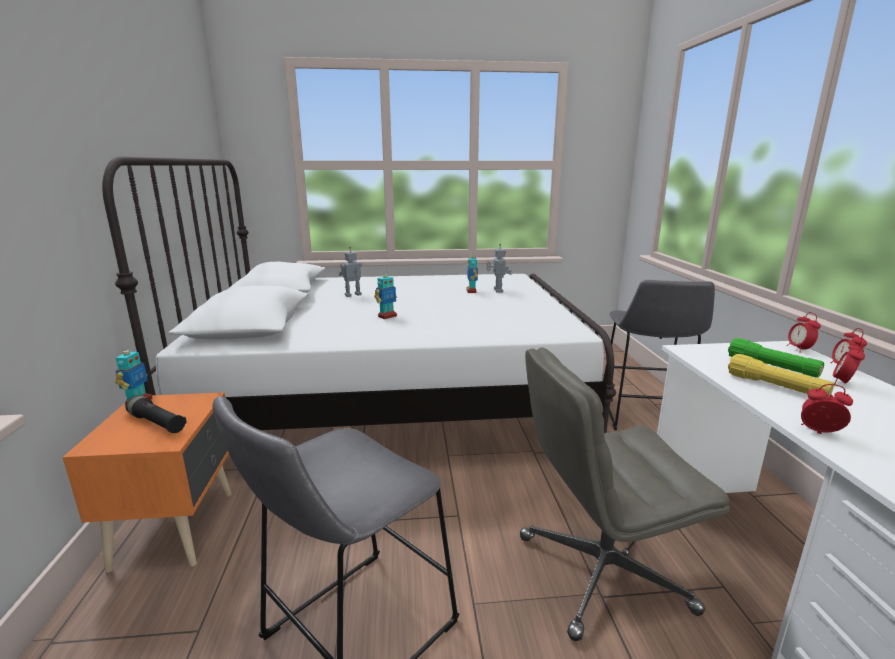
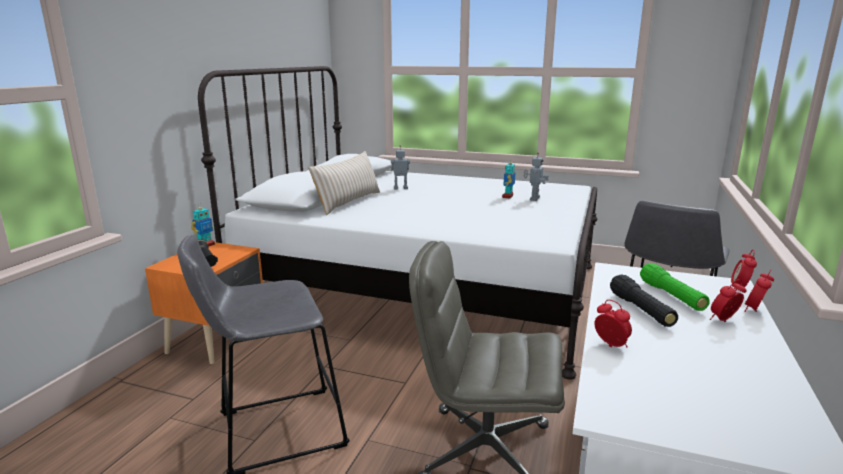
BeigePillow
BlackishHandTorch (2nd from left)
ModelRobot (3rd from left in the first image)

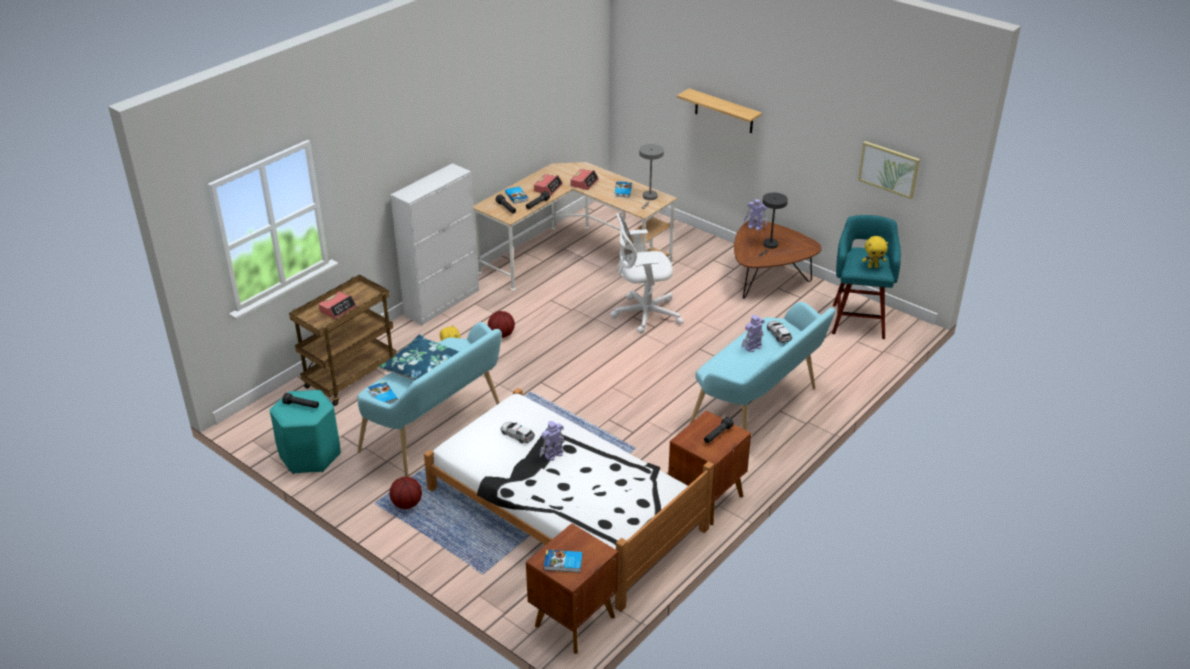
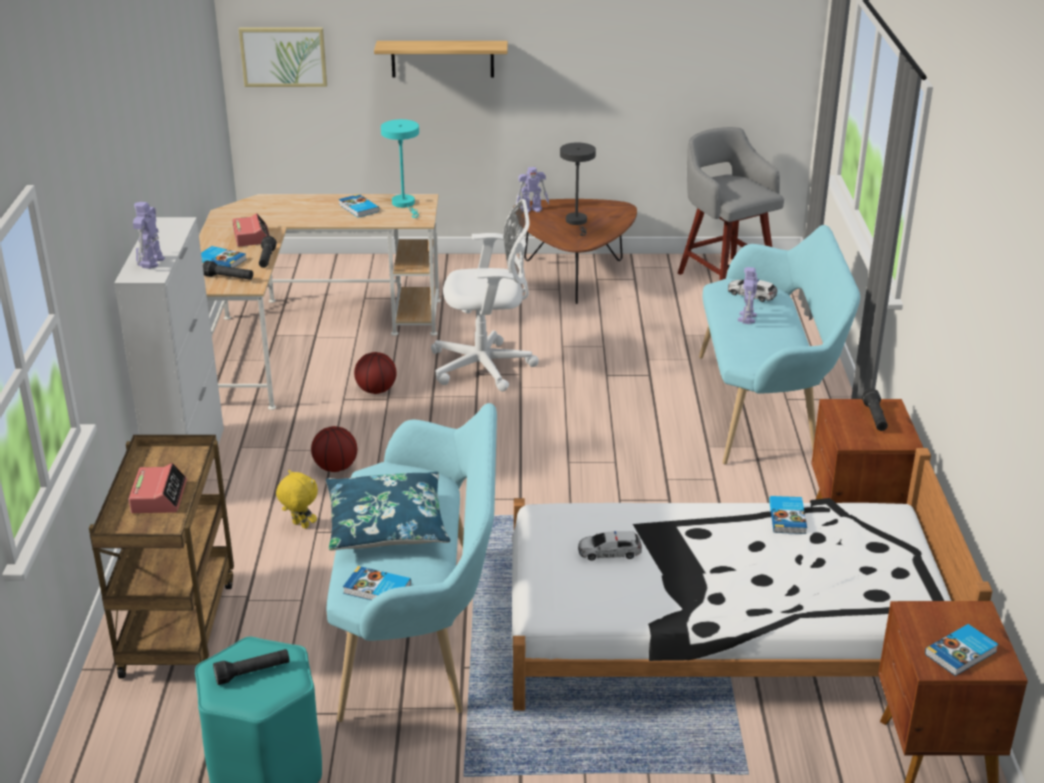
ModelRobot (1st from left)
WallPicture
Basketball (2nd from left)
BlueGreenTabletopLamp
WhiteDeskChair
GrayStoolSeat
Volume (4th from left)
BedsideClock (3rd from left in the first image)
YellowCuddlyToy (2nd from left in the first image)

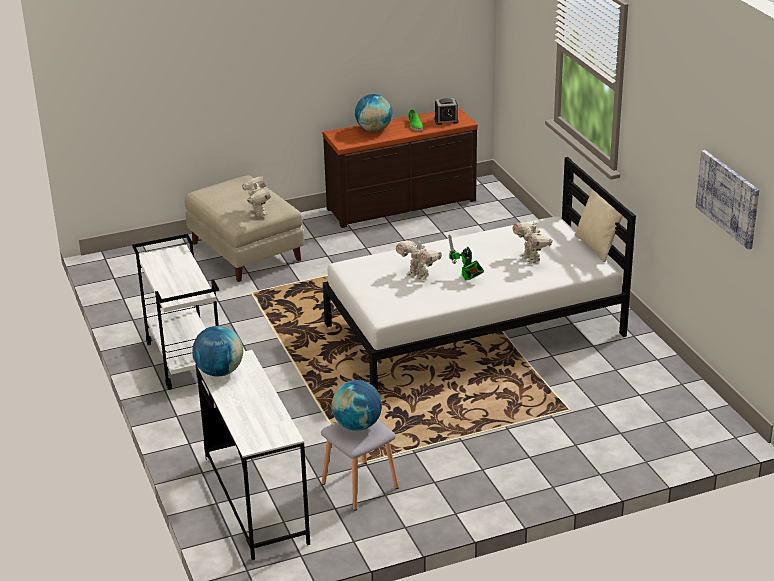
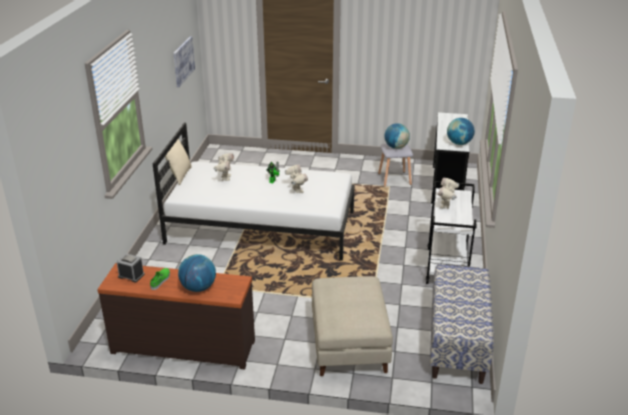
Bench
ModelRobot (4th from left)

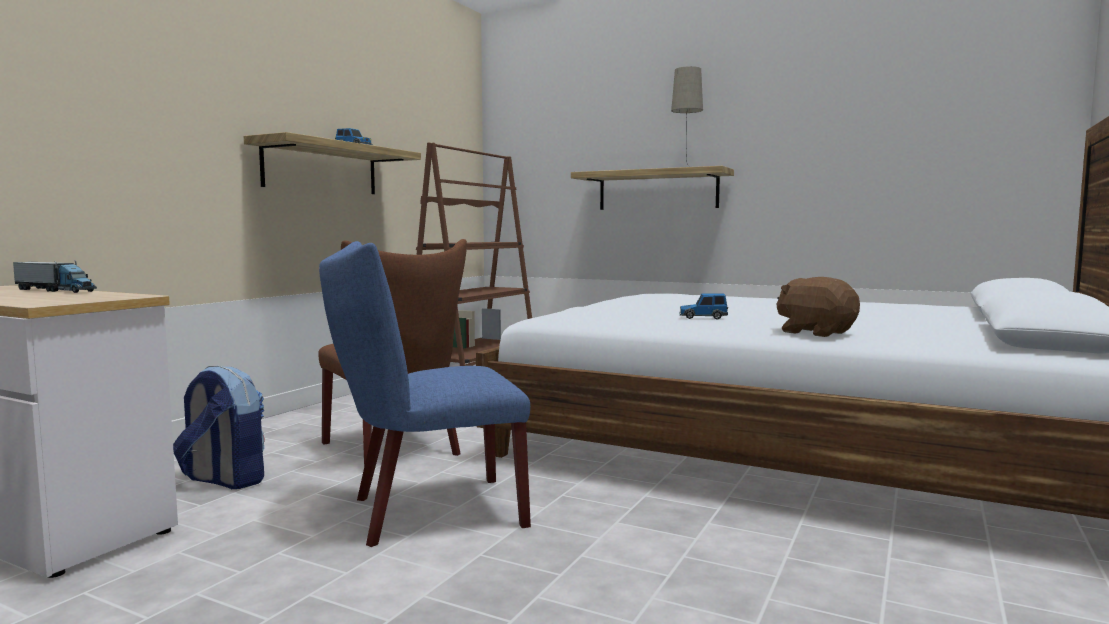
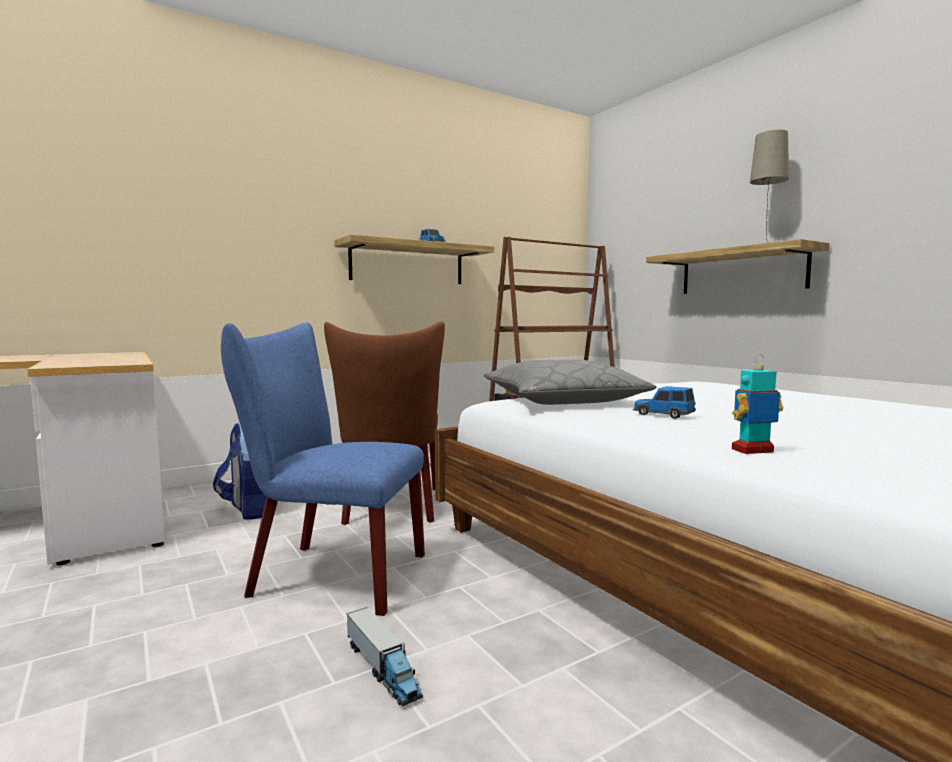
ToyTruck
GrayPillow
ModelRobot

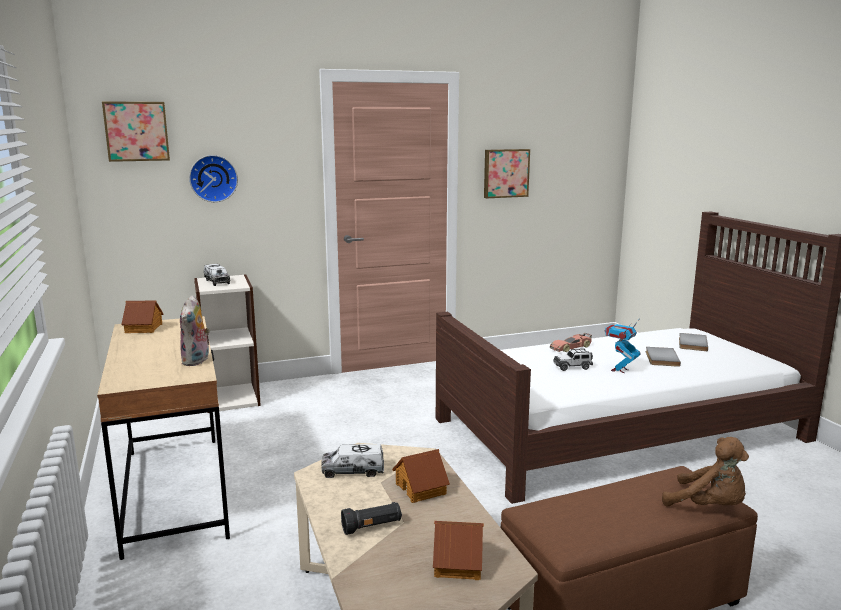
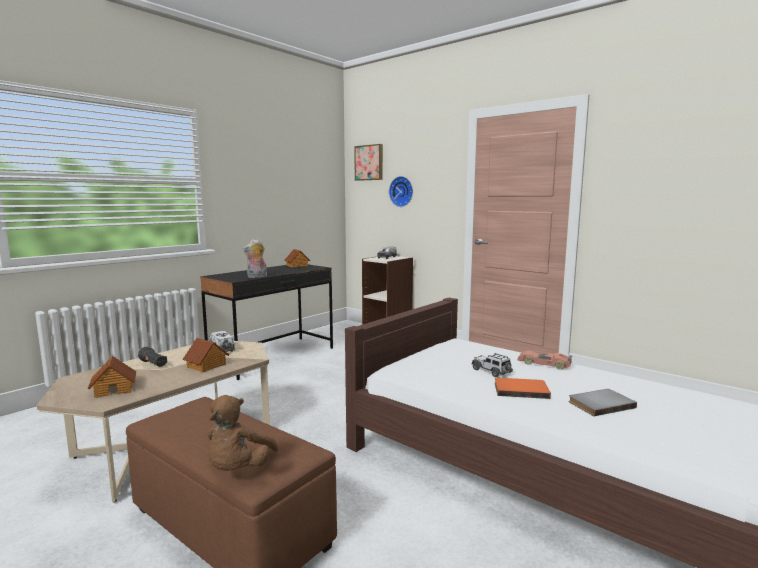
BlackishDesk
OrangeyVolume
WallPicture (2nd from left in the first image)
GrayVolume (2nd from left in the first image)

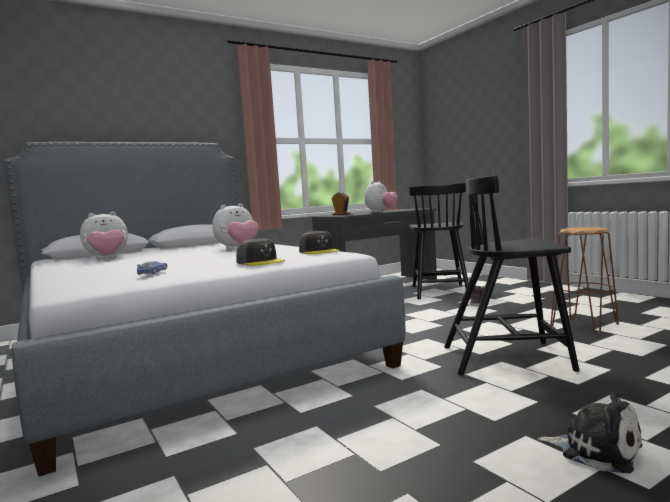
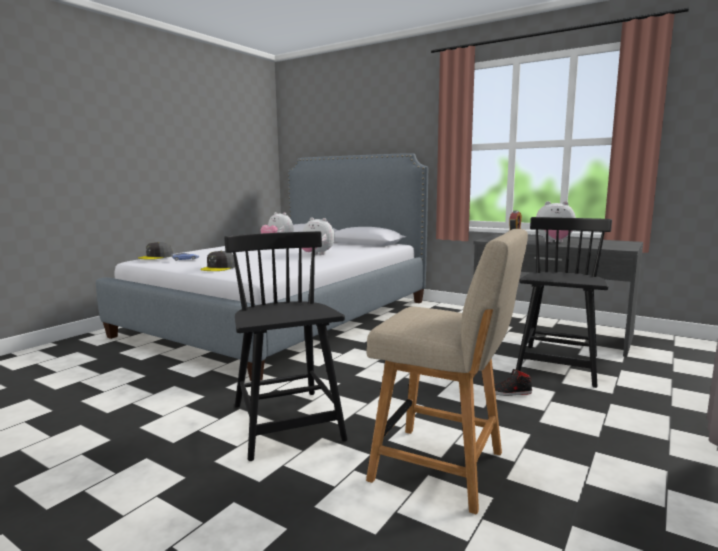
GrayBaseballCap (1st from left)
BeigePlainChair
BlackishPlainChair (2nd from left)
CuddlyToy (4th from left in the first image)

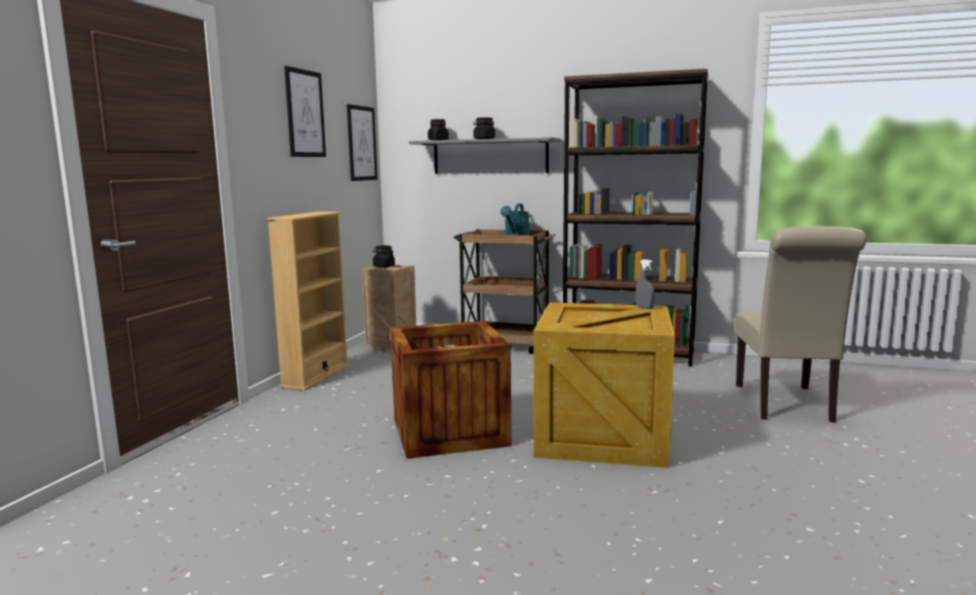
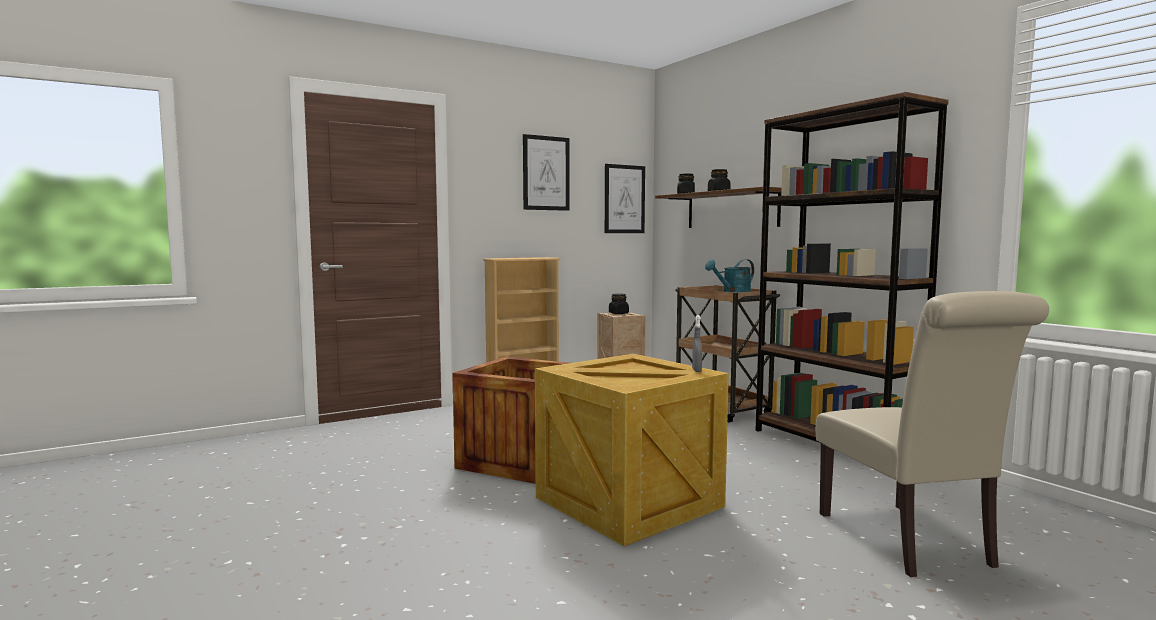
BrownColouredShelf
BeigePlainChair

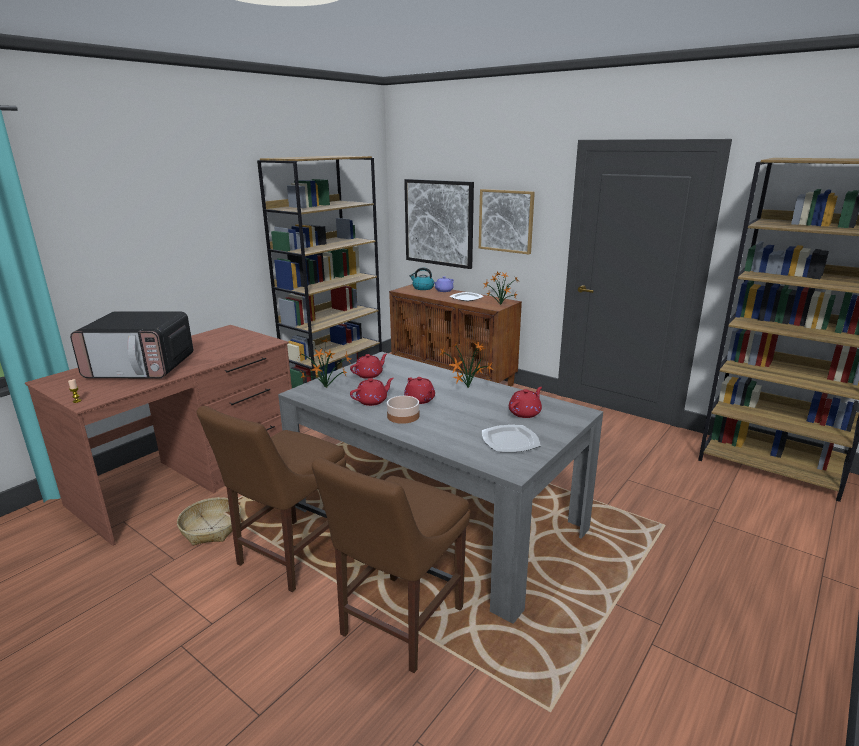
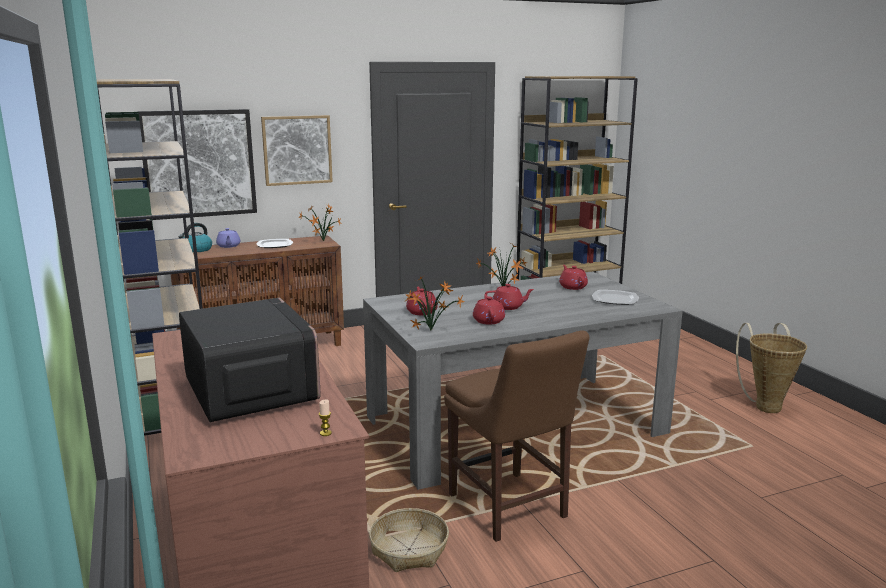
MicrowaveOven
HouseholdBasket (2nd from left)
BrownColouredPlainChair (2nd from left in the first image)
Bowl

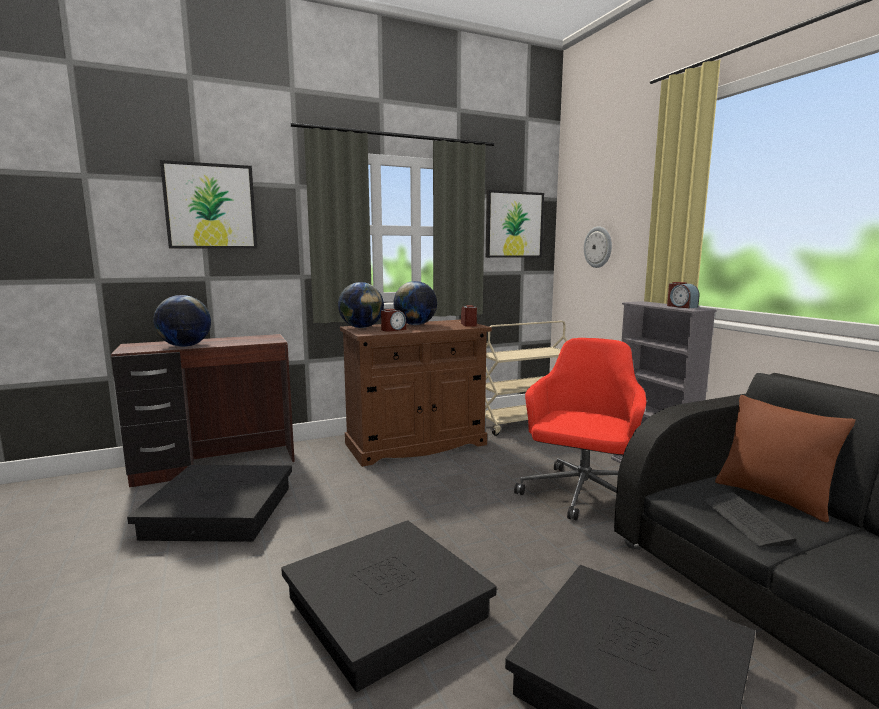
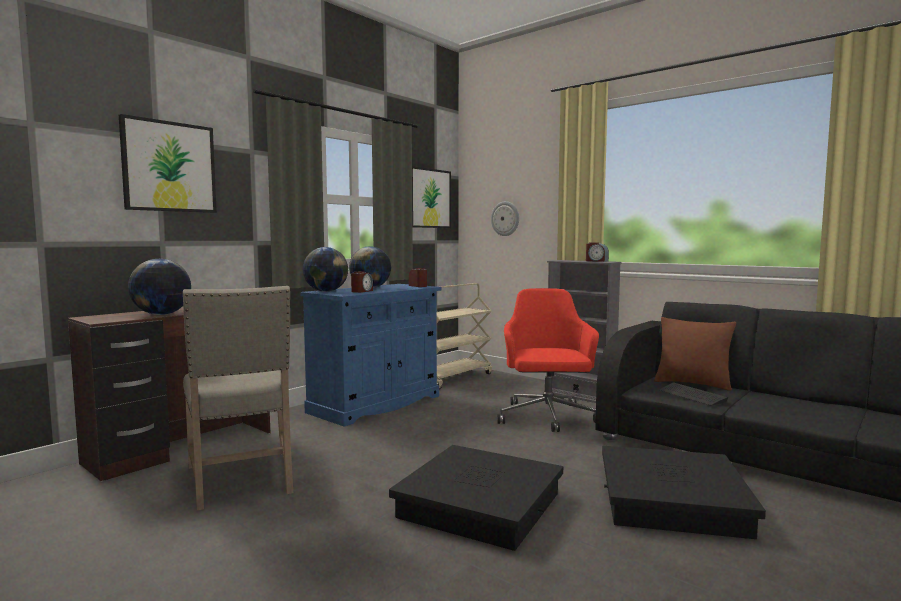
BeigePlainChair
BluishCupboard

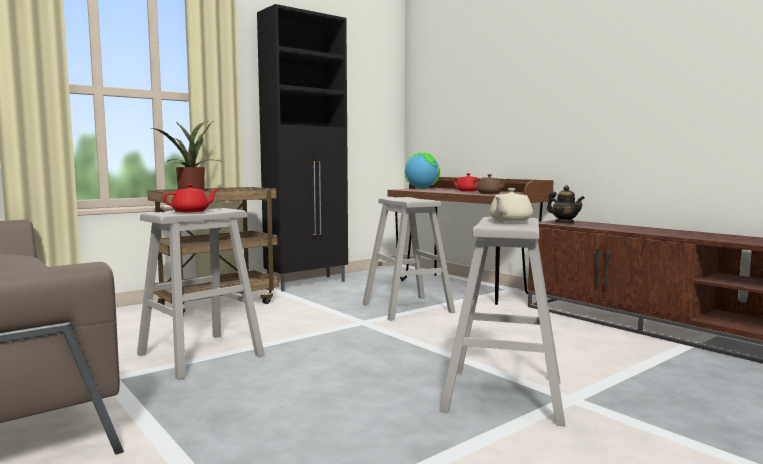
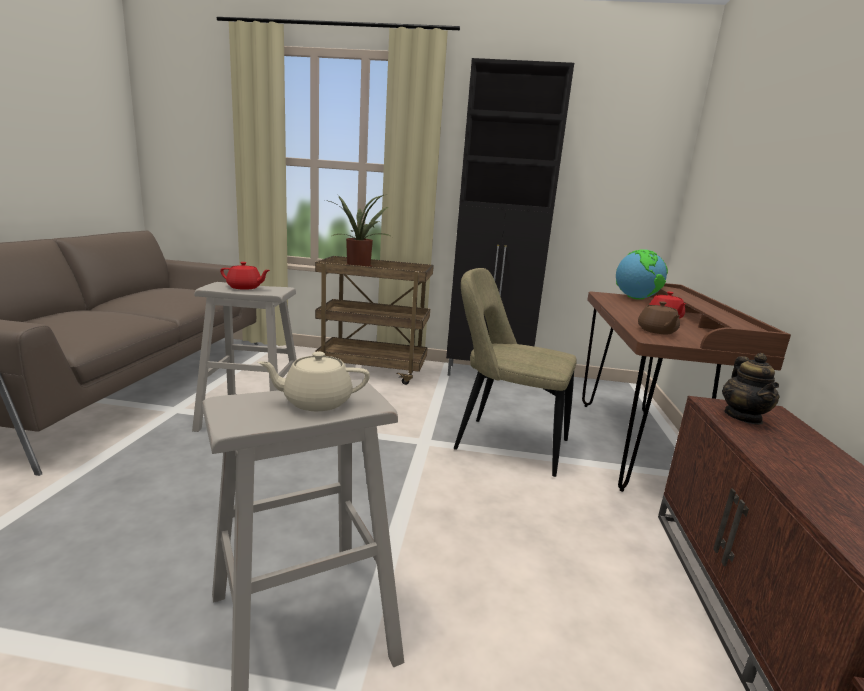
BeigePlainChair

